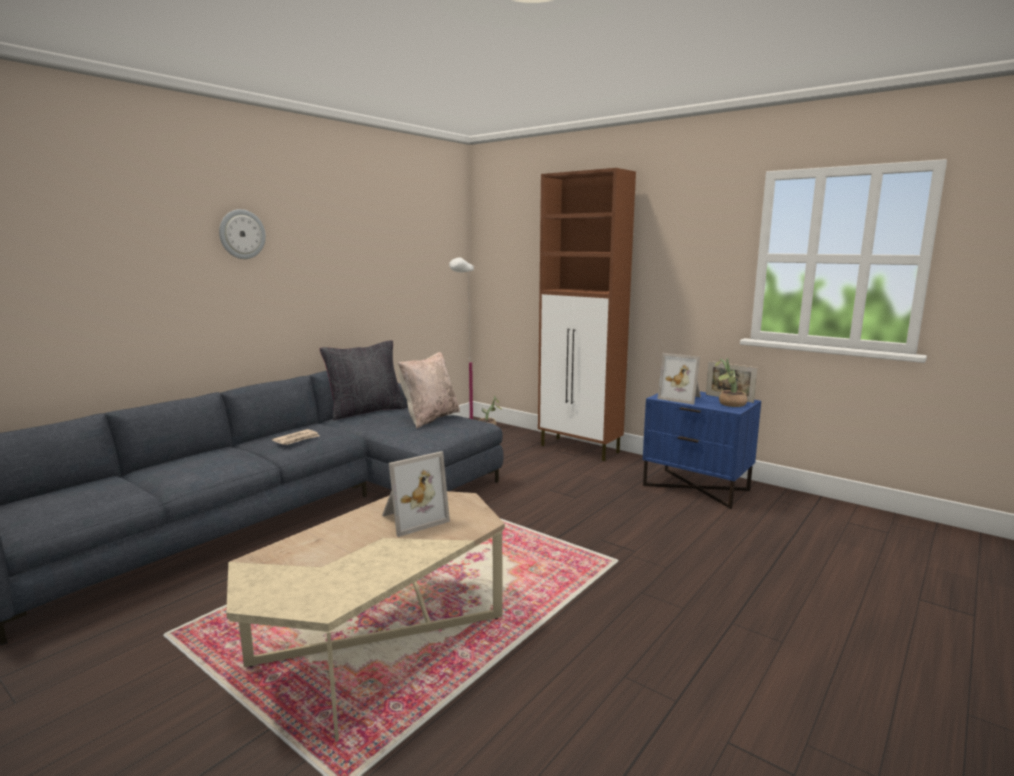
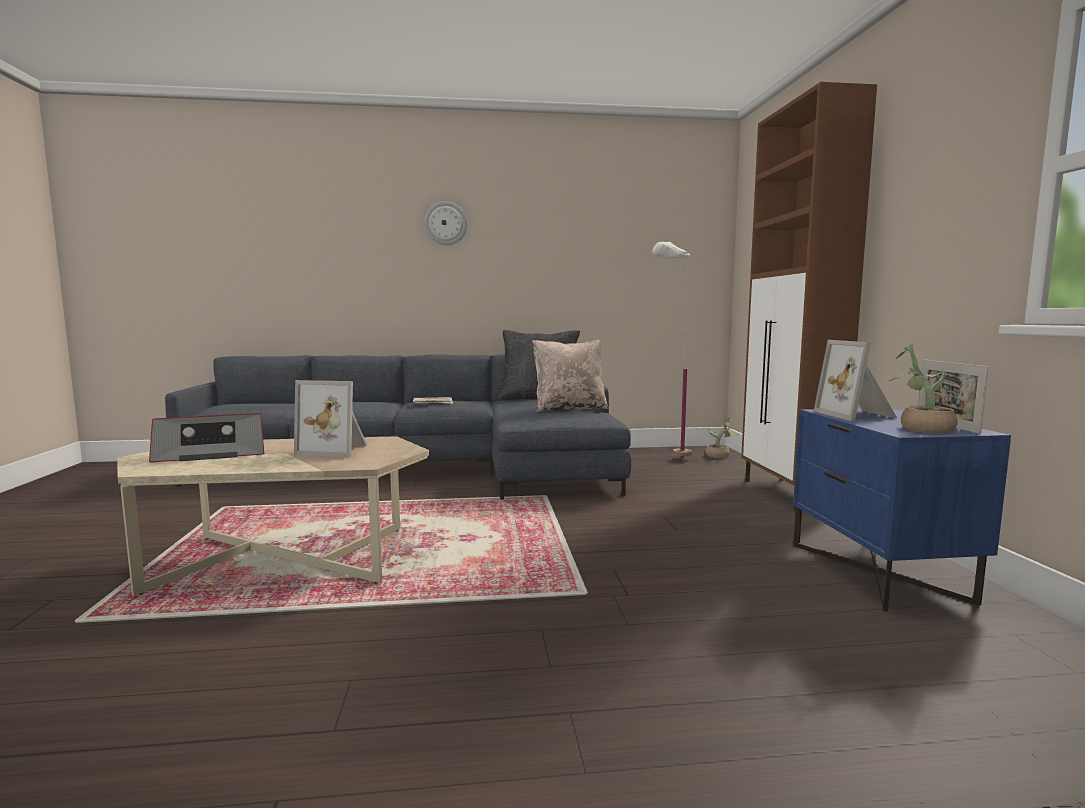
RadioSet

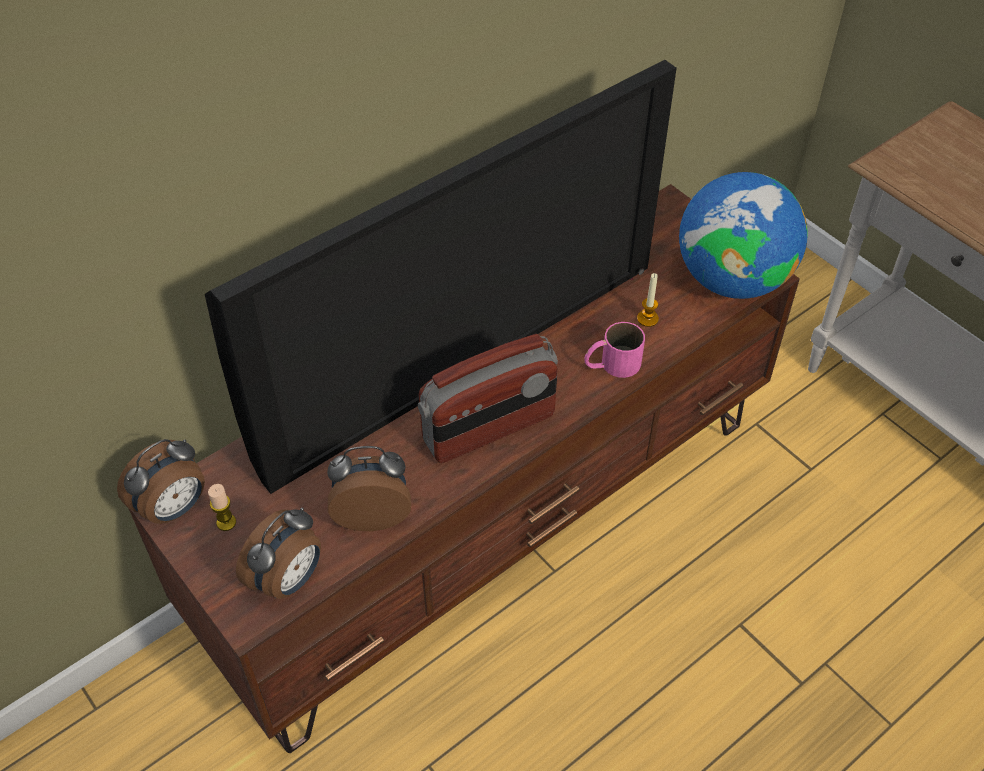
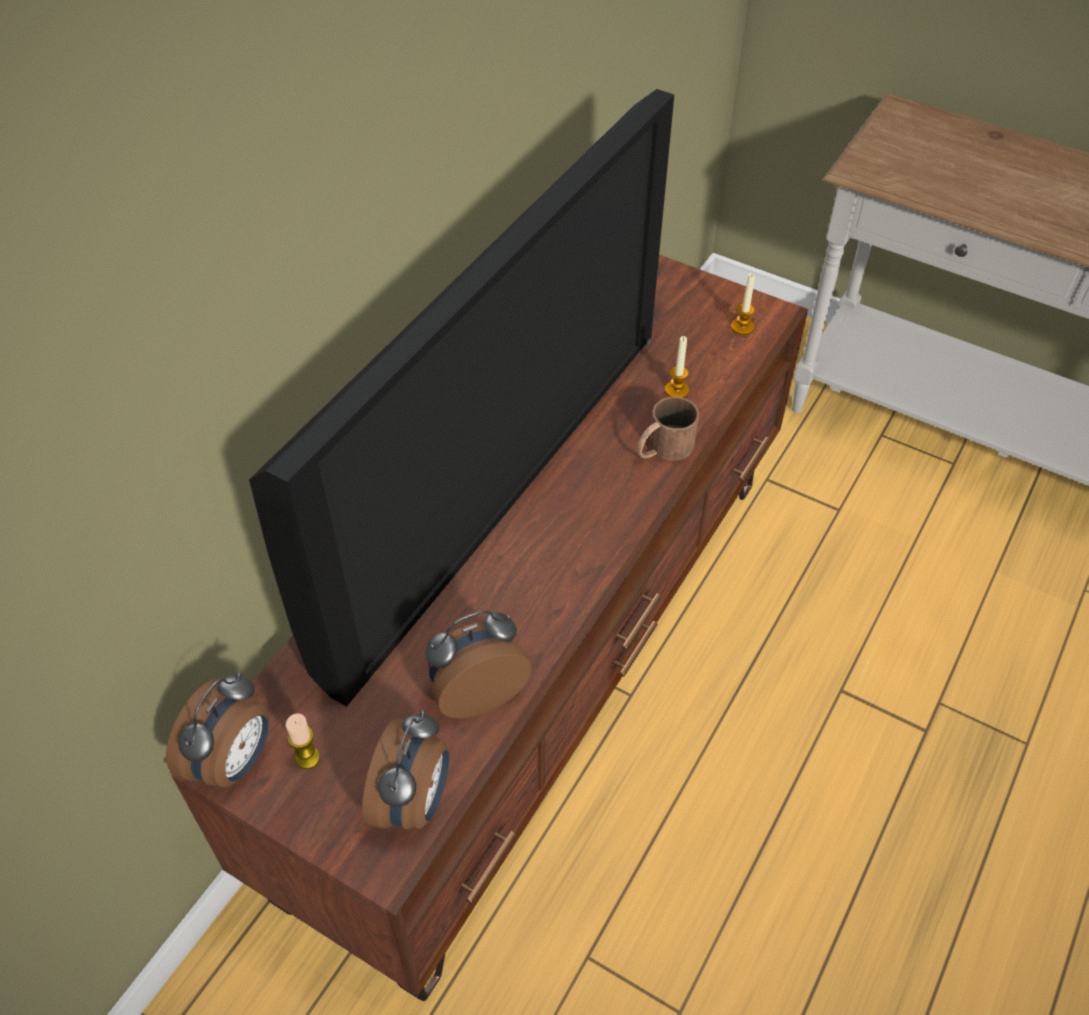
BrownColouredCoffeeMug
WaxCandle (3rd from left)
RadioSet

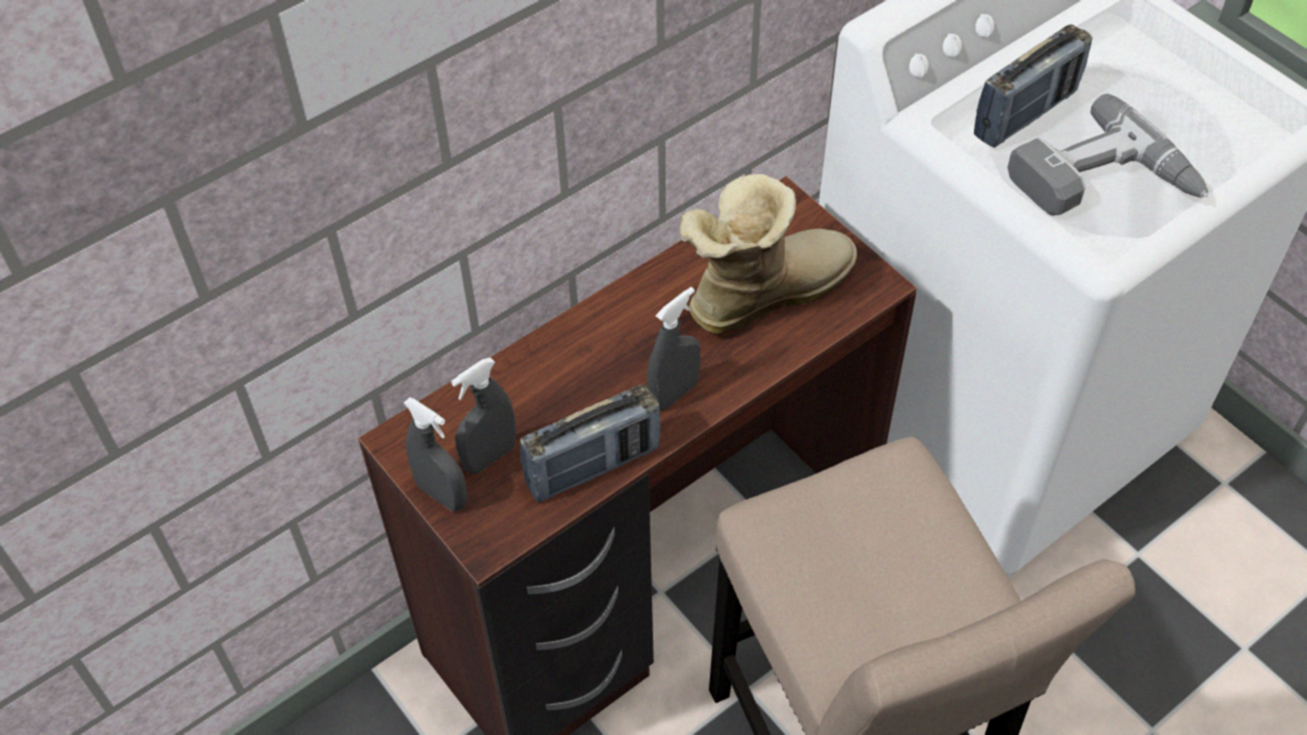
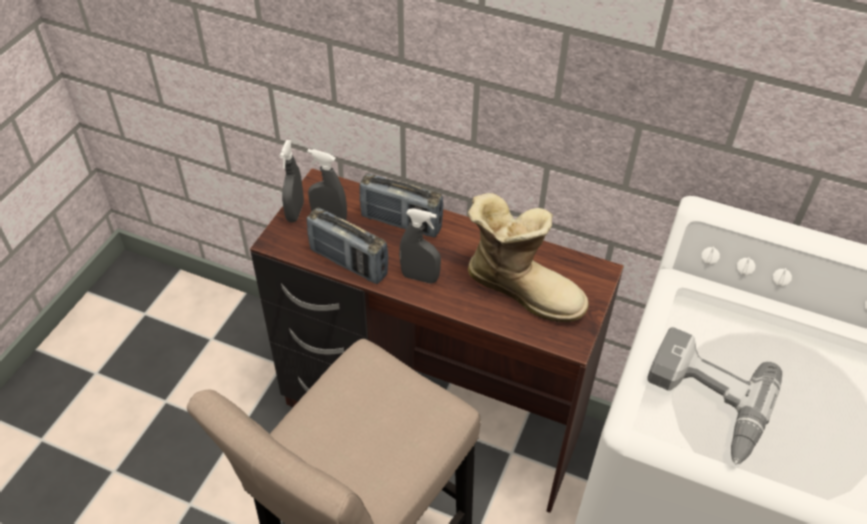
RadioSet (2nd from left)

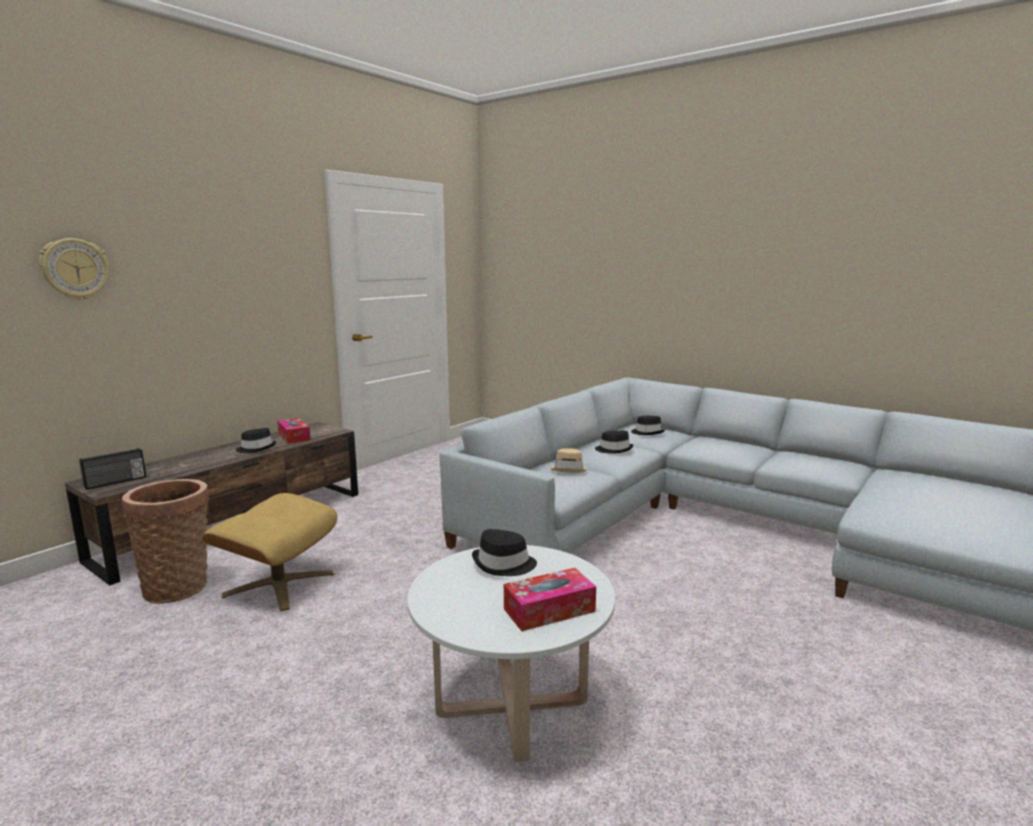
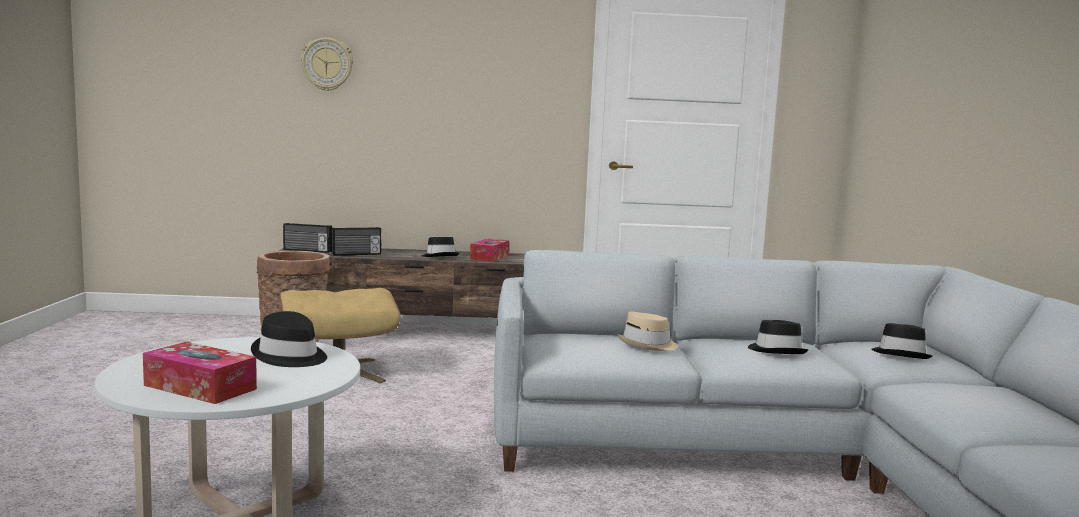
RadioSet (2nd from left)

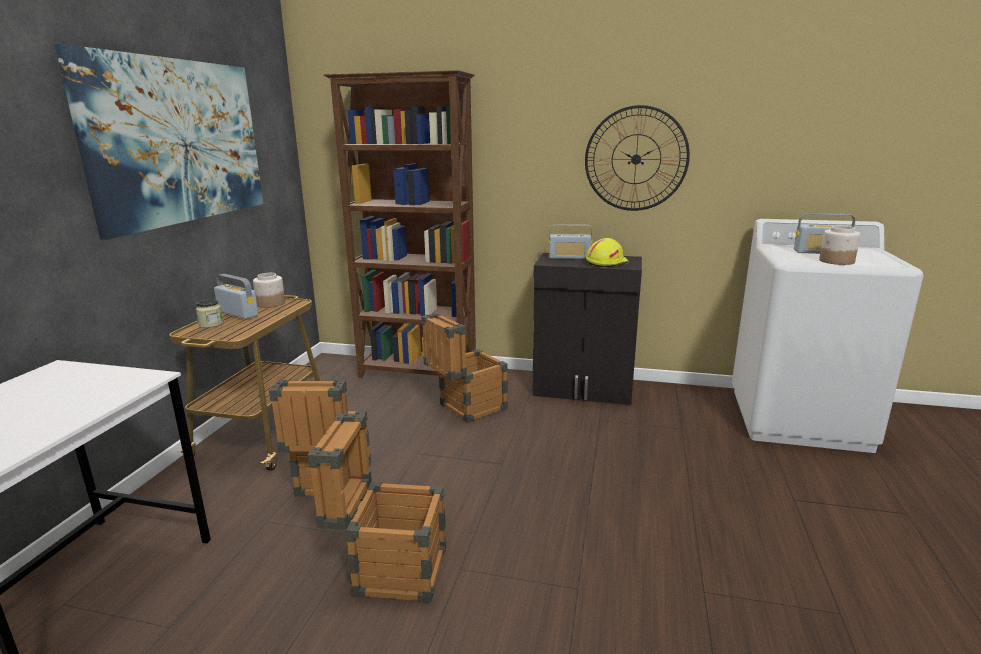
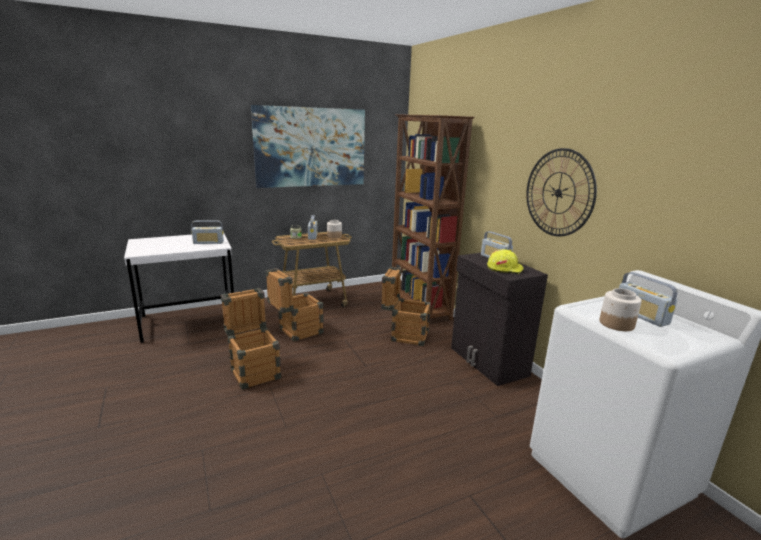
RadioSet (1st from left)

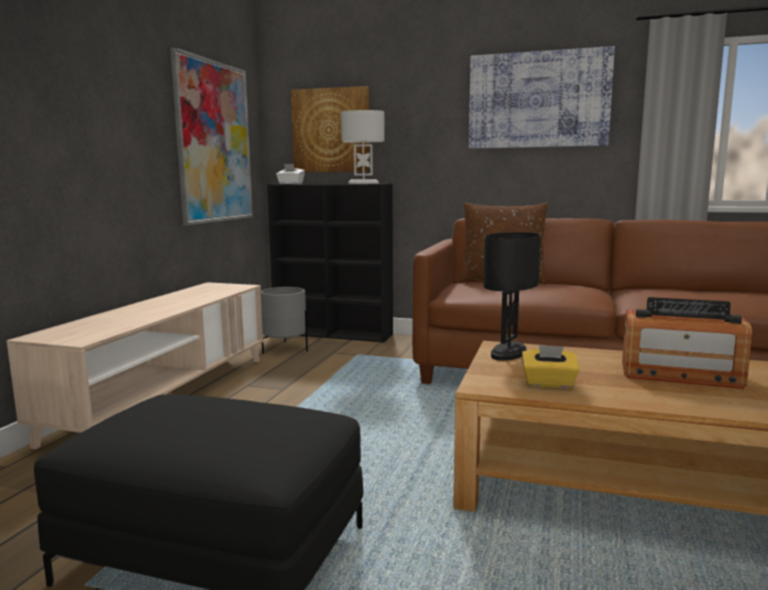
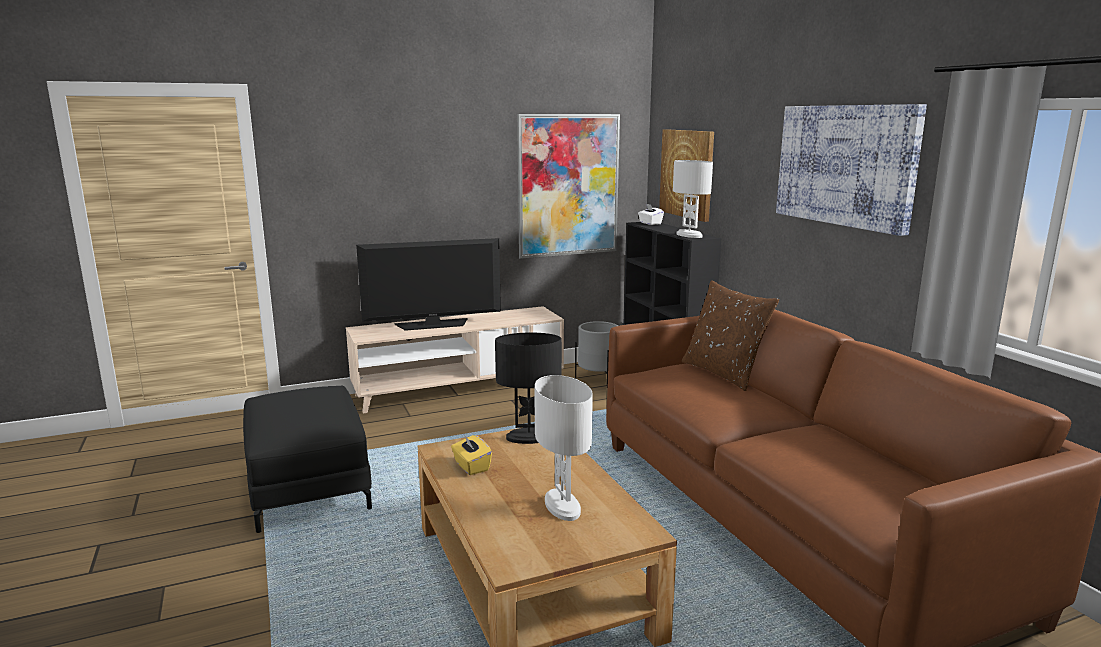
Television
WhiteTabletopLamp (1st from left)

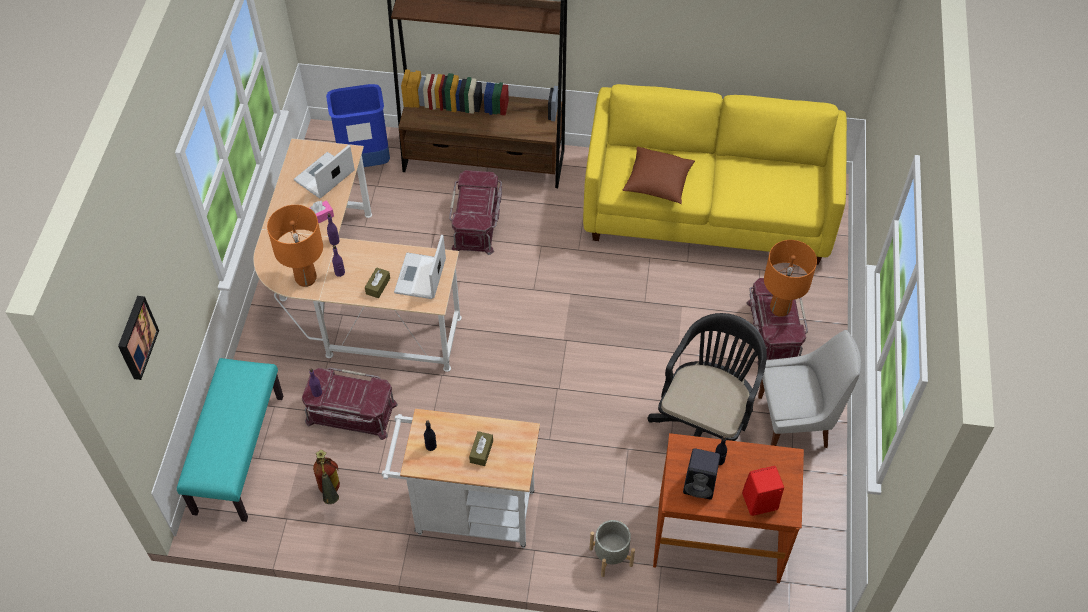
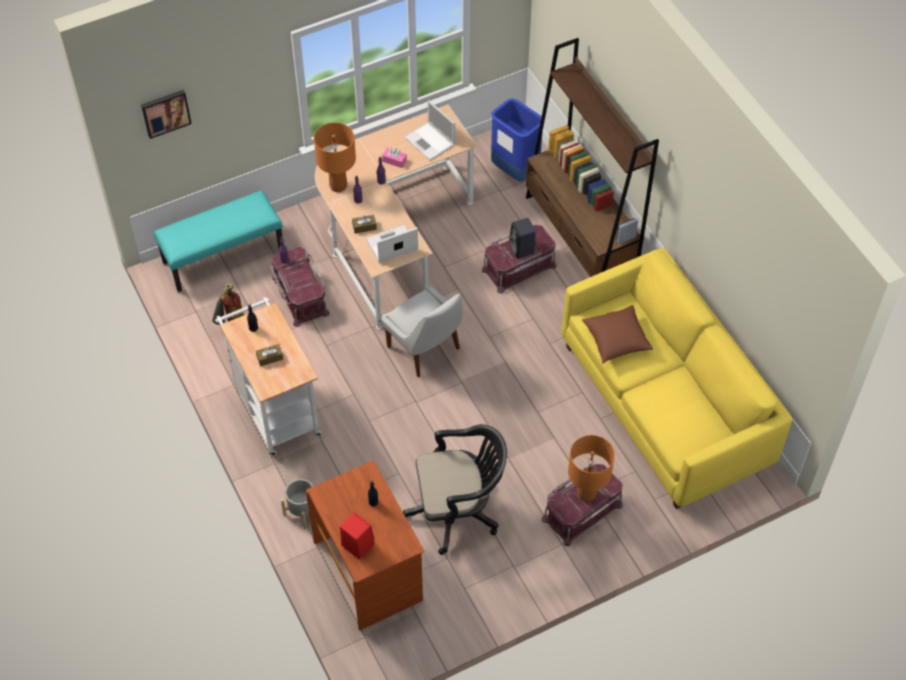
WhitePlainChair
PortableComputer (2nd from left)
BlackishLoudspeaker

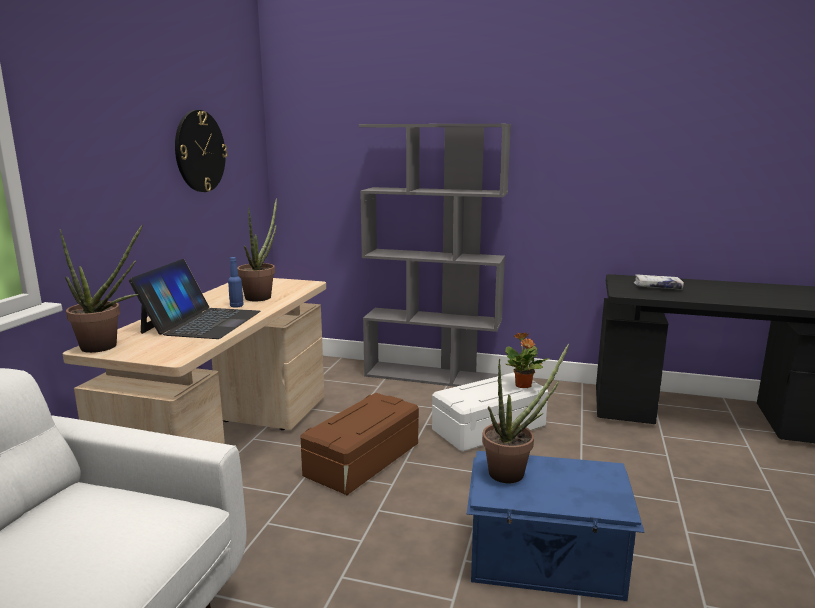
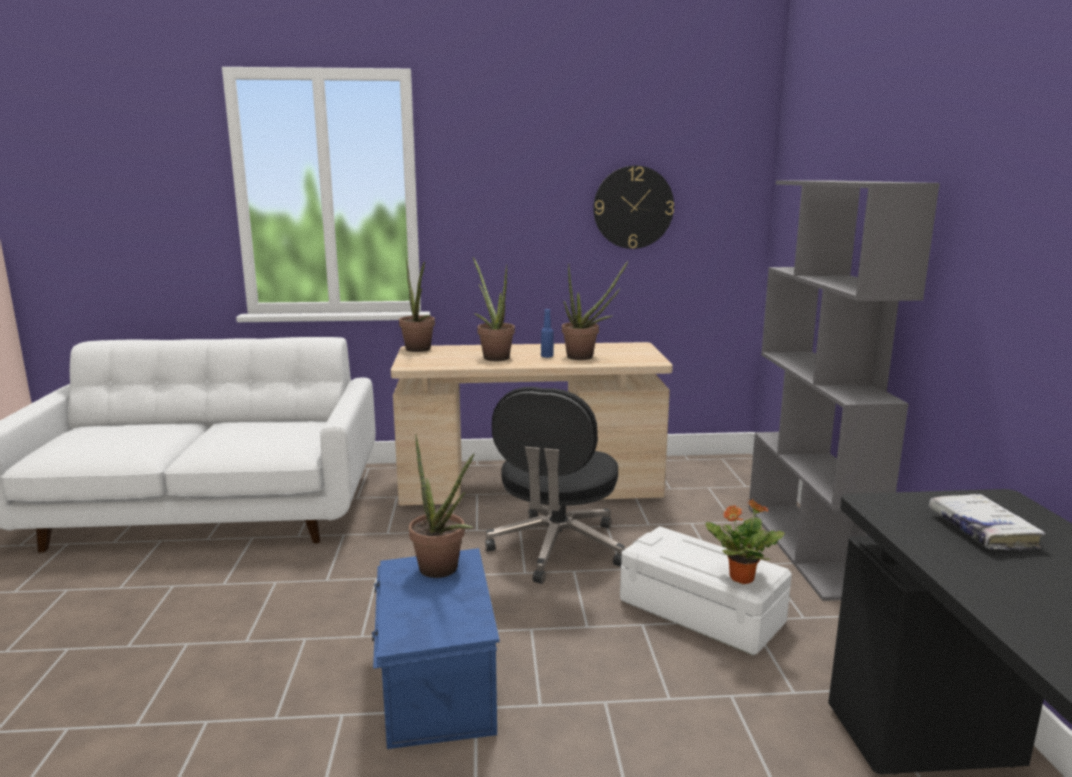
PottedPlant (3rd from left)
BlackishDeskChair

